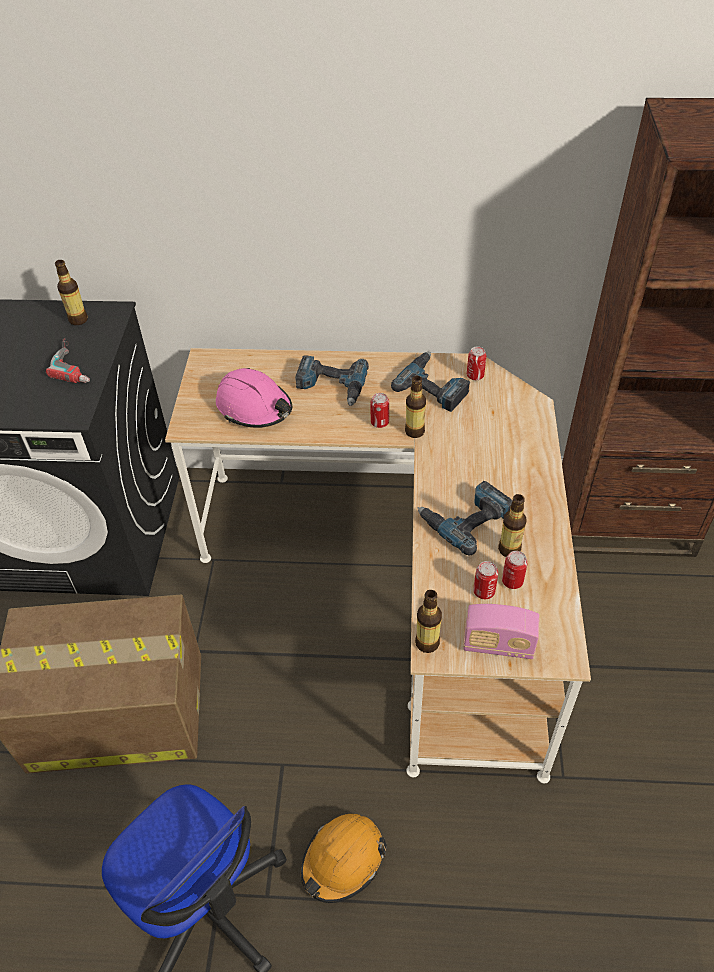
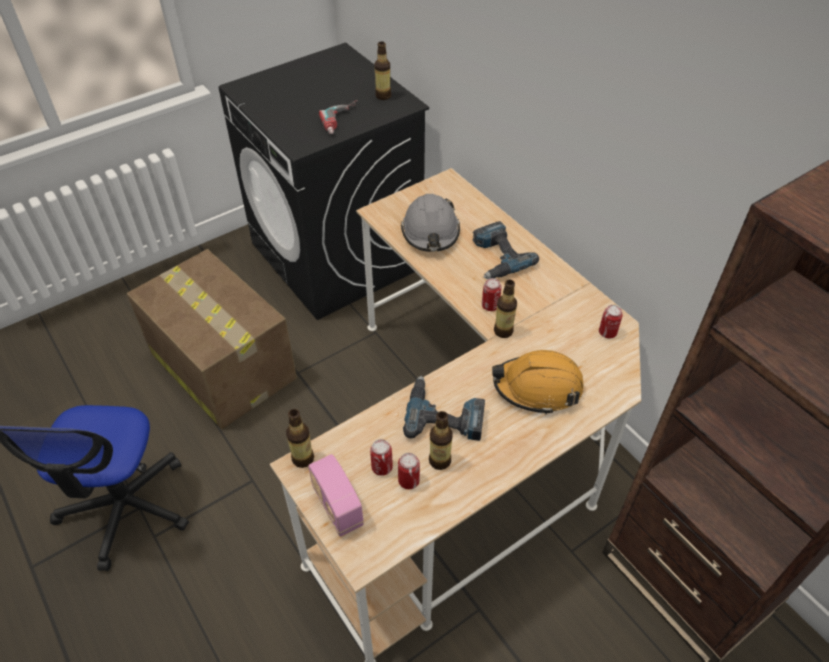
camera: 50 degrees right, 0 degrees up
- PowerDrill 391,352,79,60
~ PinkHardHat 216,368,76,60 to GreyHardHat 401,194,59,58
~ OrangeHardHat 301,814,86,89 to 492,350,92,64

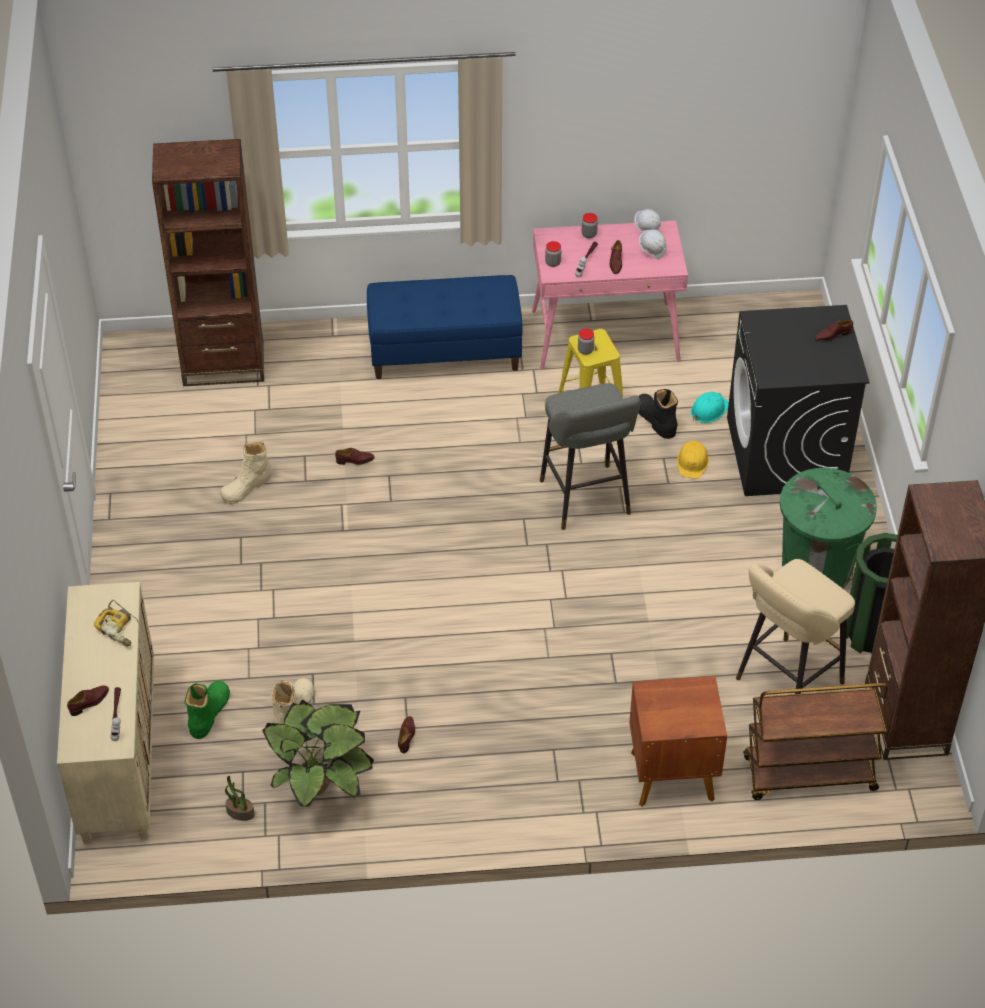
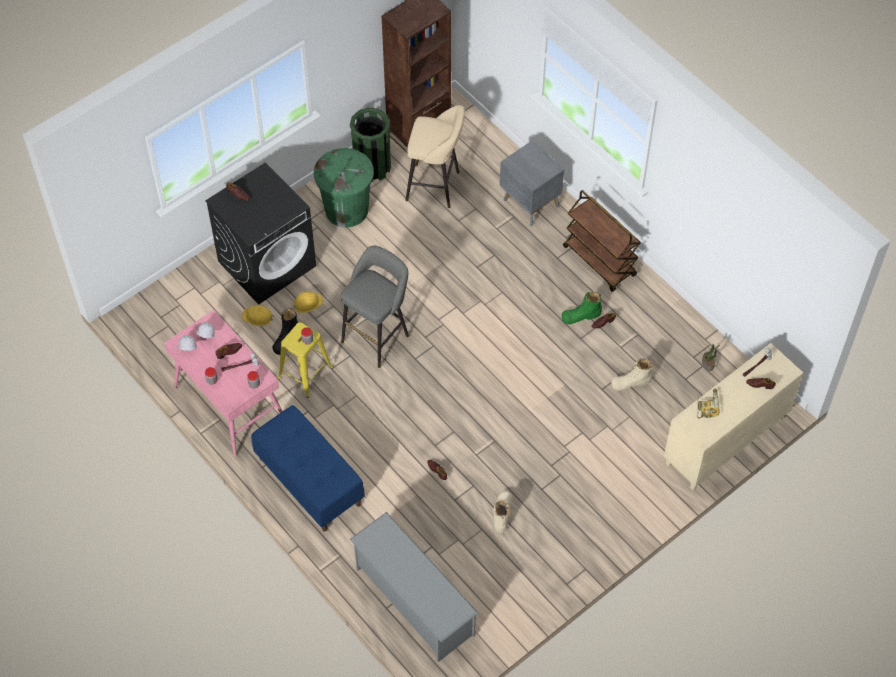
camera: 125 degrees left, 10 degrees up
~ BrownBookcase 152,139,112,247 to GreyShoeRack 350,512,128,150
~ TurquoiseHardHat 691,392,38,31 to YellowHardHat 242,305,32,21
~ BeigeBoot 220,441,51,63 = 493,491,20,42 90 degrees counterclockwise
~ BrownNightstand 629,676,98,131 to GreyNightstand 500,140,64,86
~ GreenBoot 185,681,45,58 to 562,292,40,32
~ BrownCart 743,683,145,117 to 563,190,78,102
- PottedPlant 262,699,112,108

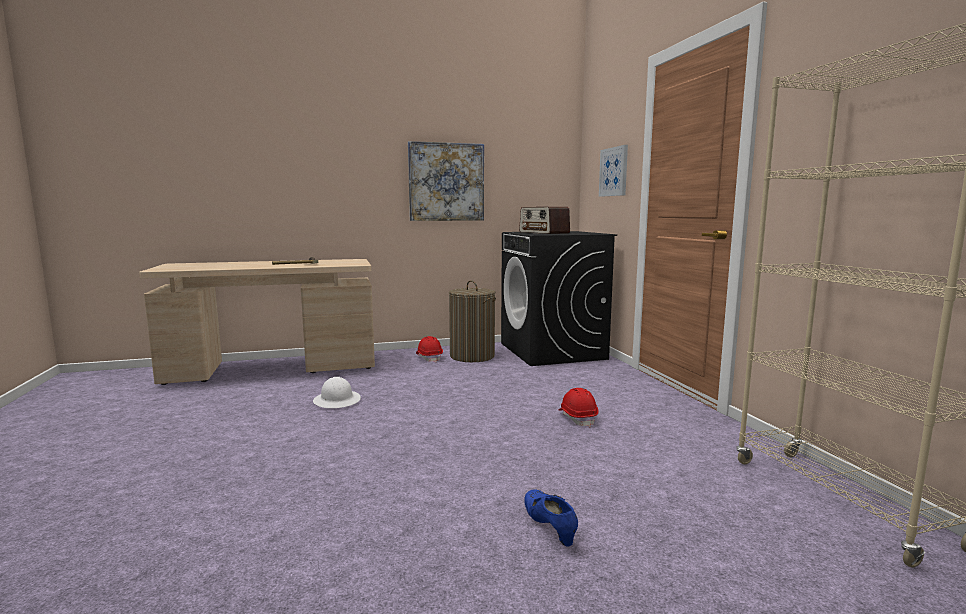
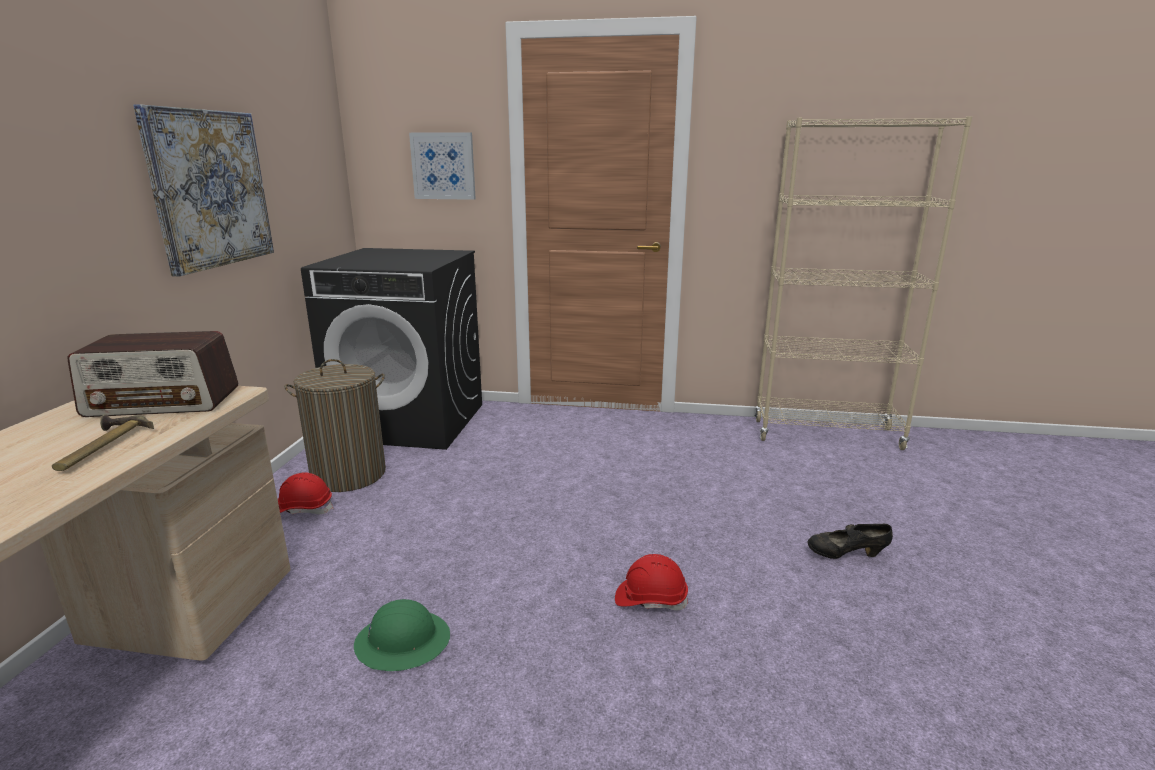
camera: 65 degrees left, 10 degrees up
~ Radio 519,207,51,27 to 68,331,170,86
~ WhiteHardHat 313,377,48,31 to GreenHardHat 354,599,96,72
~ RedHardHat 559,388,39,39 to 615,554,73,56
~ BlueShoe 524,489,54,58 to BlackShoe 808,524,85,35

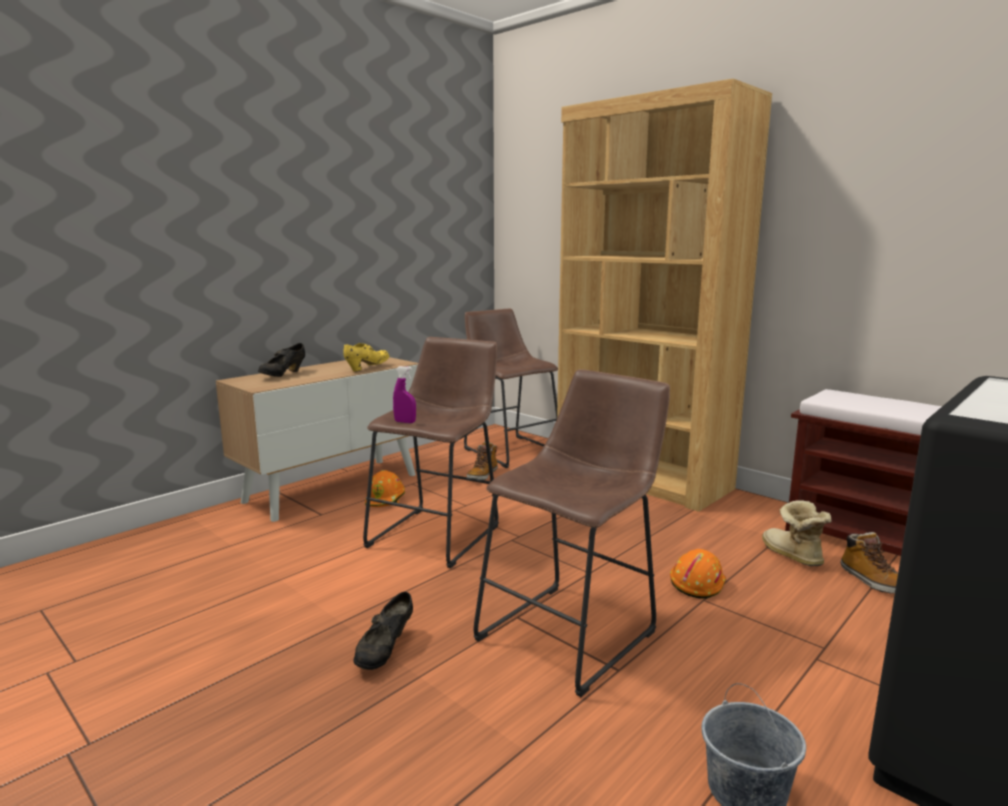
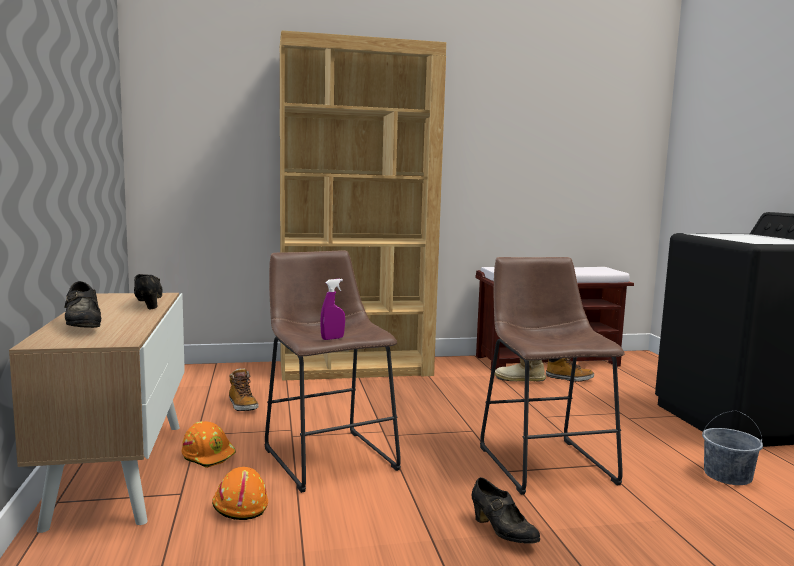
camera: 55 degrees left, 5 degrees down
- BrownStool 464,309,94,159
~ YellowShoe 343,343,46,29 to BlackShoe 134,274,29,35
~ OrangeHardHat 670,549,56,50 to 212,467,56,53

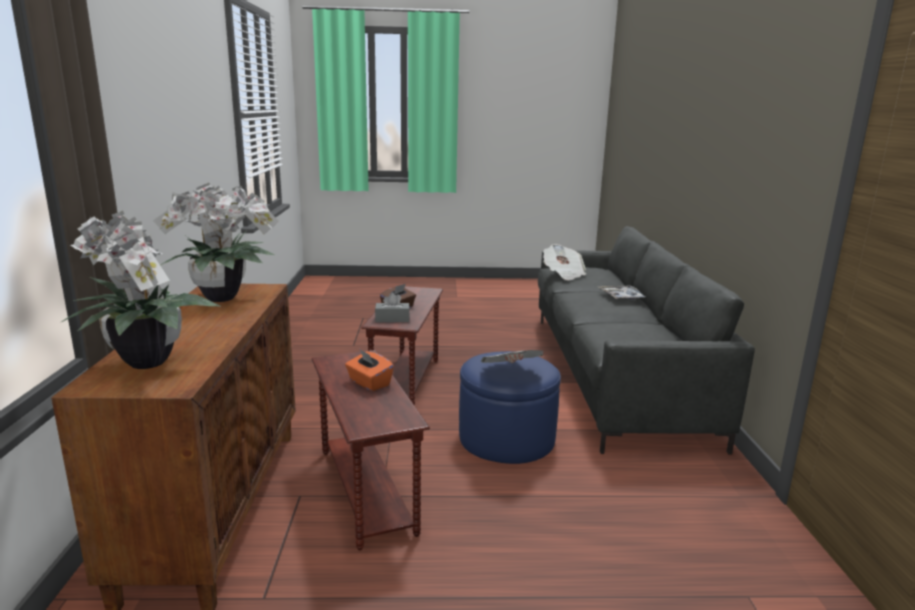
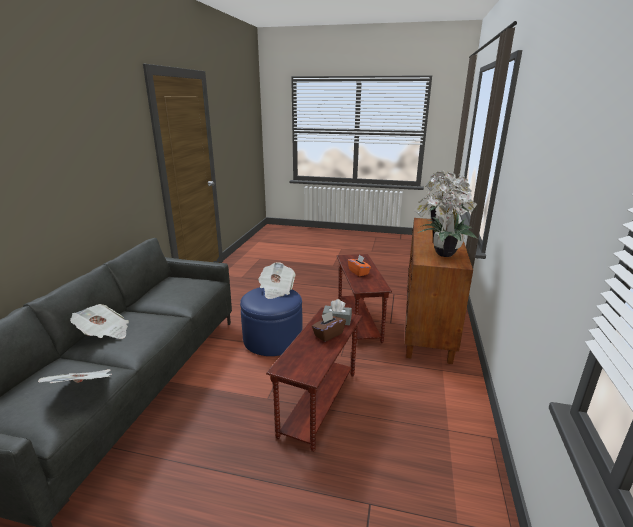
camera: 165 degrees left, 5 degrees up
~ Tray 598,286,48,14 to Newspaper 70,304,59,35

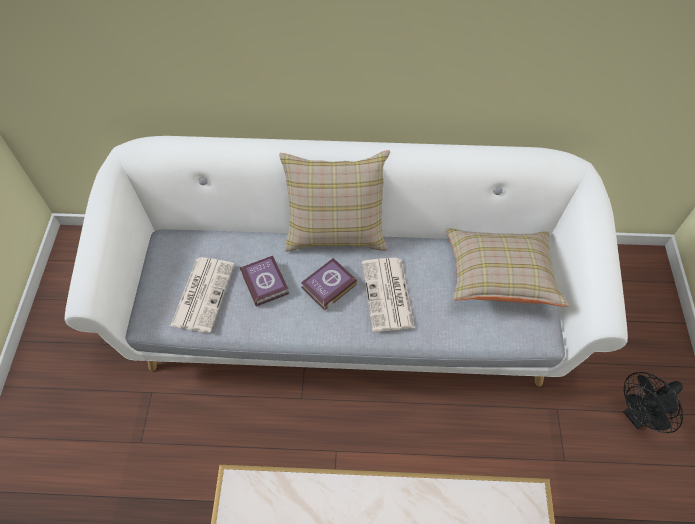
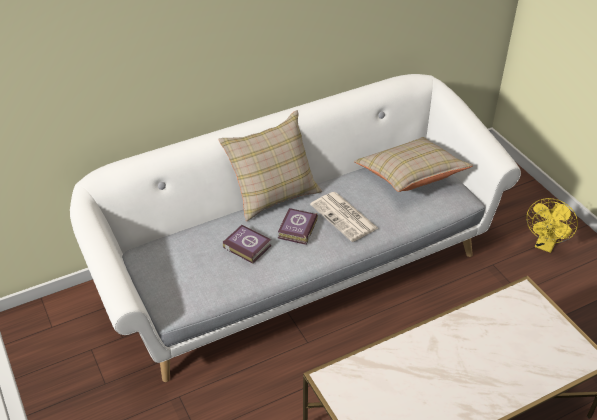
camera: 30 degrees left, 15 degrees down
- Newspaper 170,257,65,76
~ BlackFan 623,372,60,61 to YellowFan 526,198,52,55

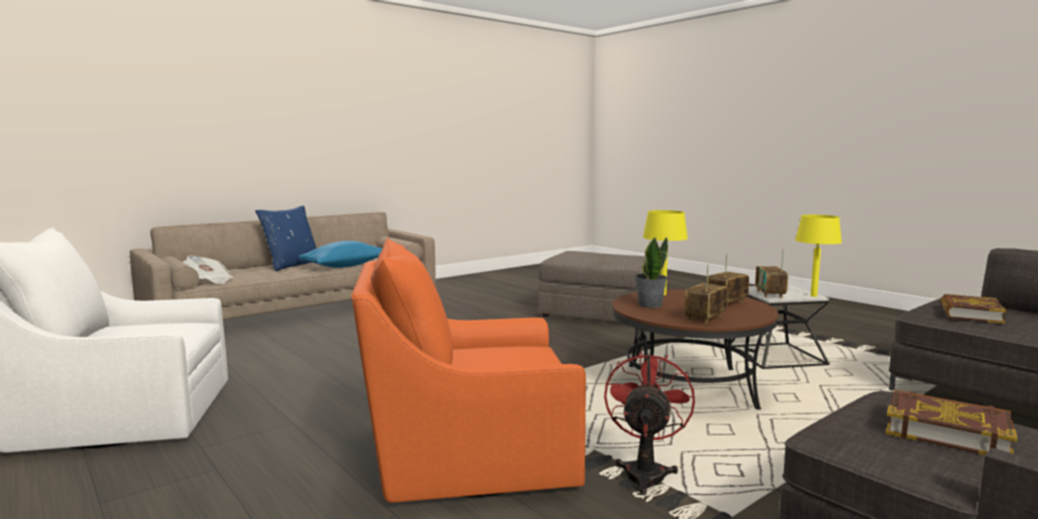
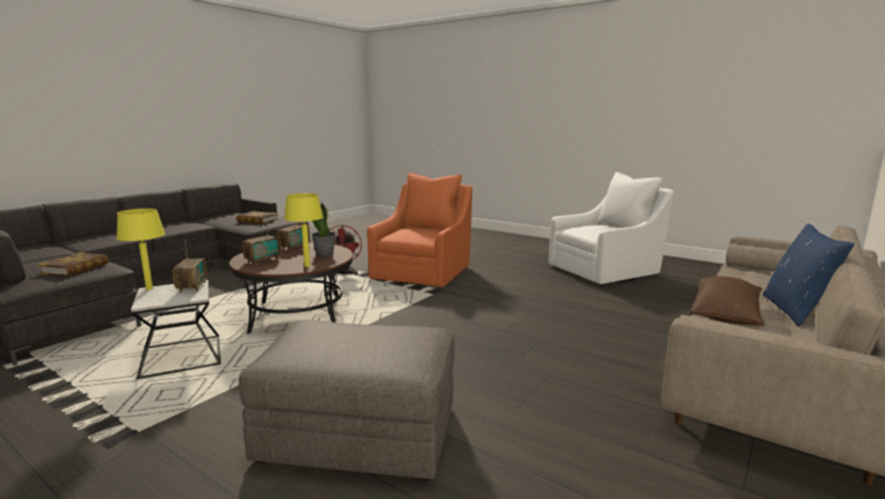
camera: 165 degrees right, 5 degrees up
~ OrangeArmchair 351,238,235,265 = 367,173,105,114 45 degrees counterclockwise
~ BluePillow 299,241,83,27 to BrownPillow 690,276,75,50
- Newspaper 183,256,50,28

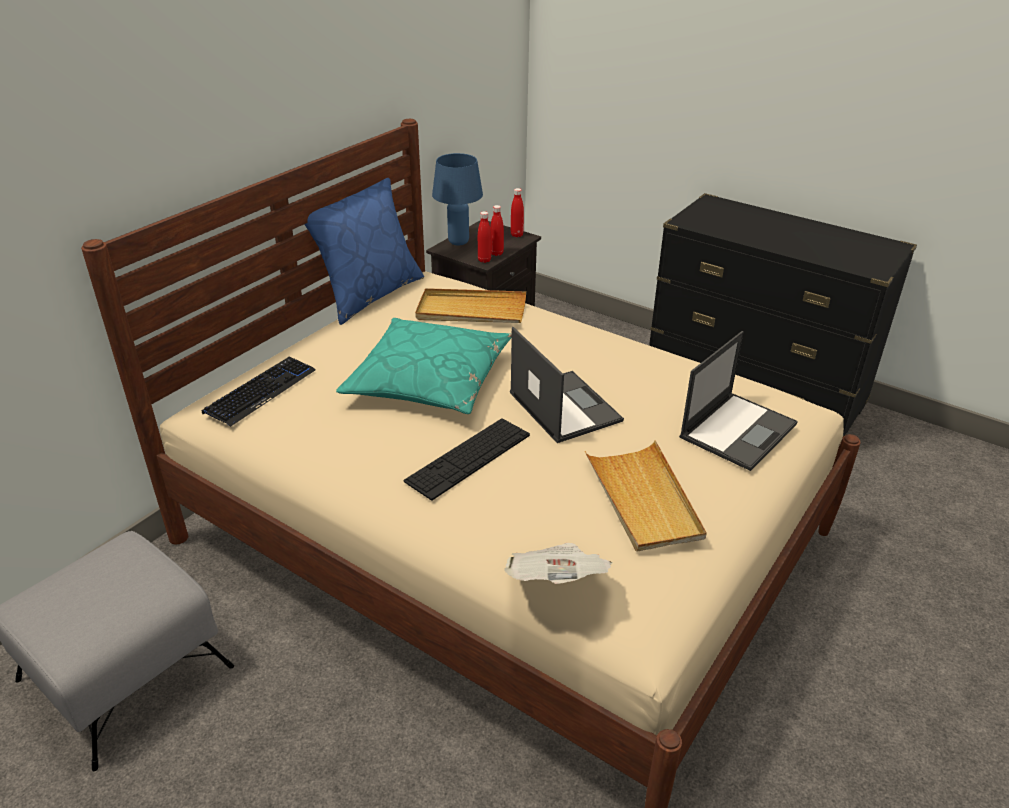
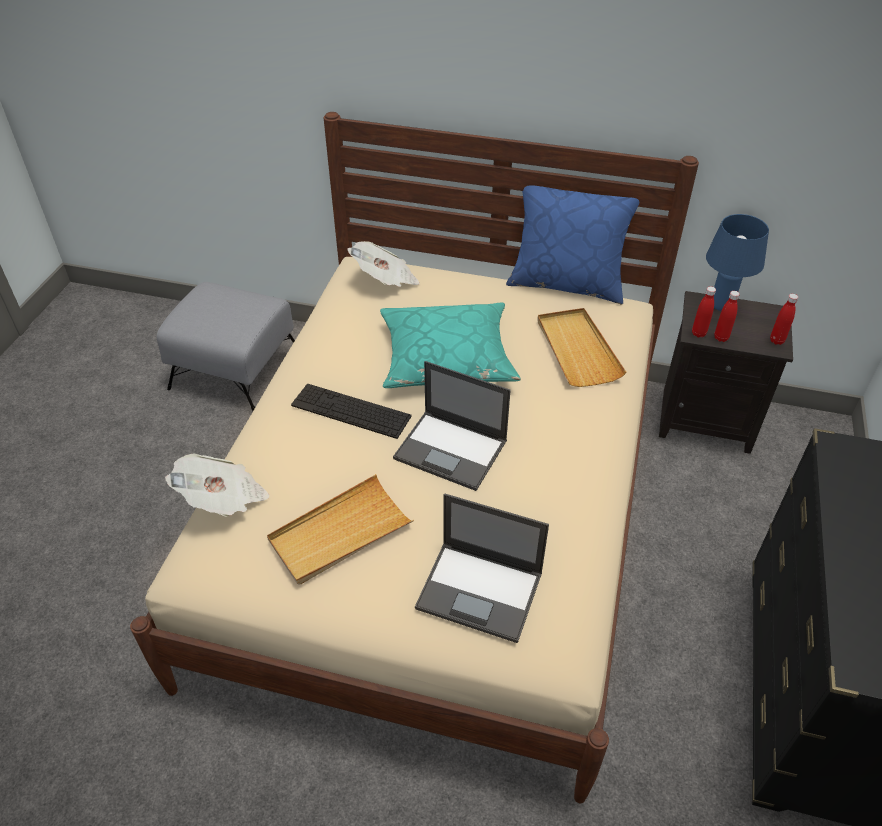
camera: 70 degrees right, 10 degrees up
~ Laptop 510,327,114,116 = 393,361,118,130 75 degrees clockwise
~ Keyboard 202,357,114,70 to Newspaper 347,241,73,46

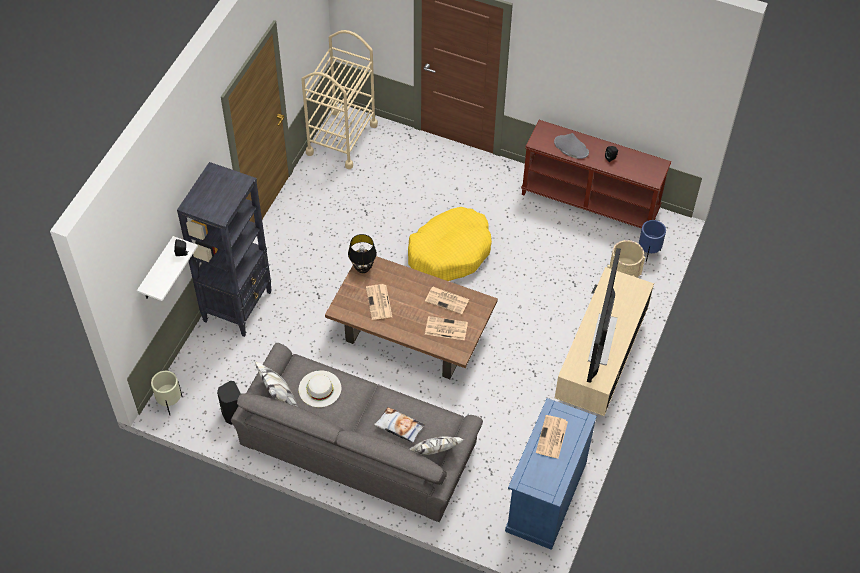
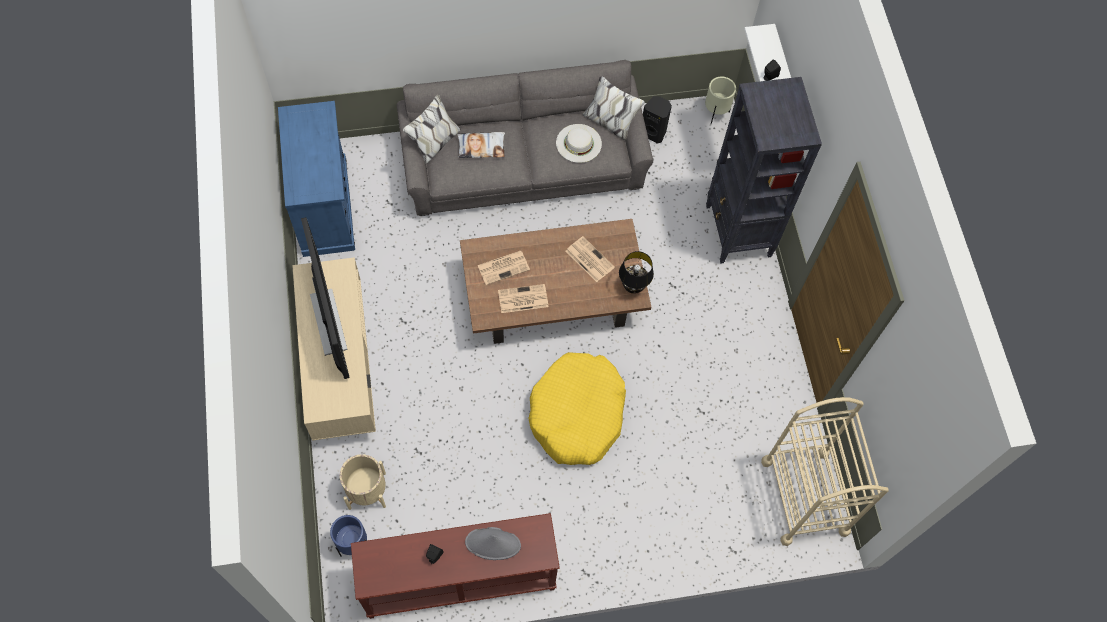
camera: 145 degrees right, 10 degrees up
- Newspaper 536,415,32,44

